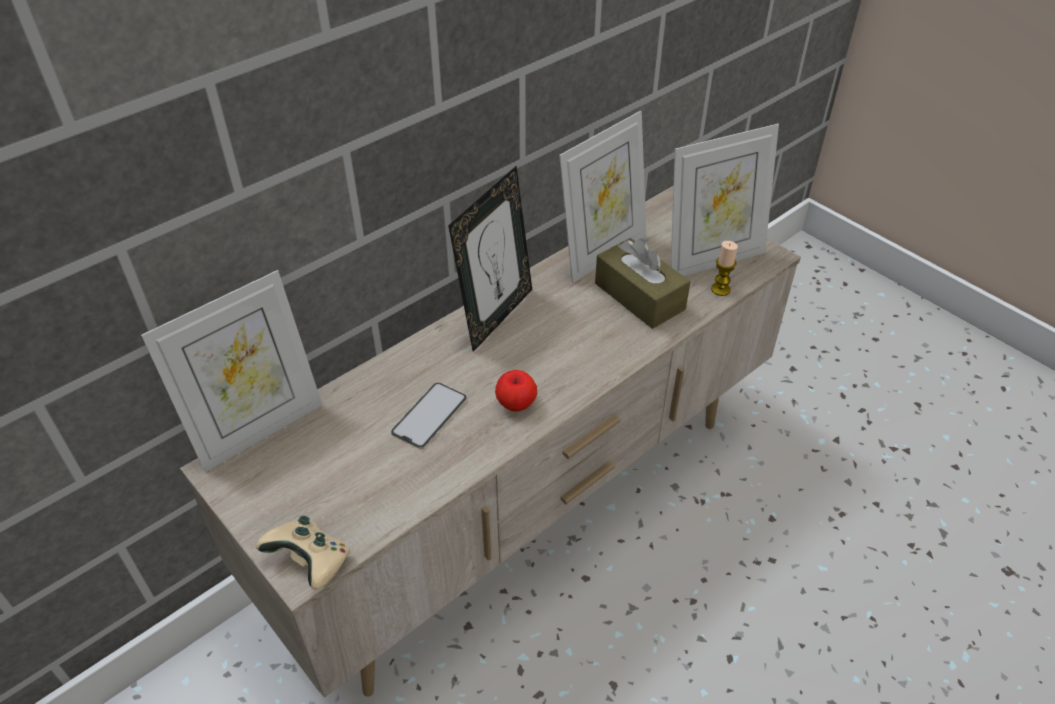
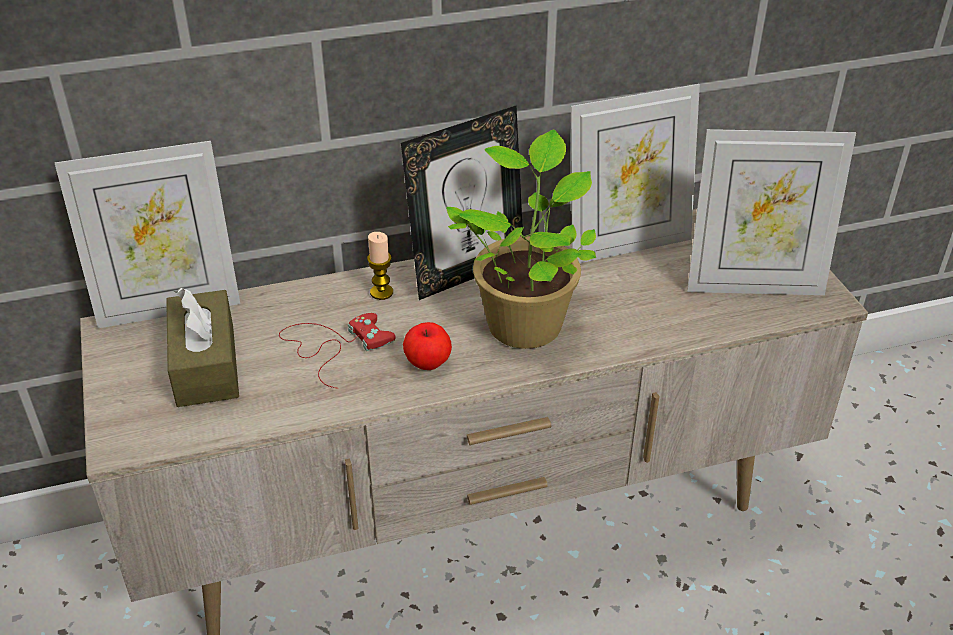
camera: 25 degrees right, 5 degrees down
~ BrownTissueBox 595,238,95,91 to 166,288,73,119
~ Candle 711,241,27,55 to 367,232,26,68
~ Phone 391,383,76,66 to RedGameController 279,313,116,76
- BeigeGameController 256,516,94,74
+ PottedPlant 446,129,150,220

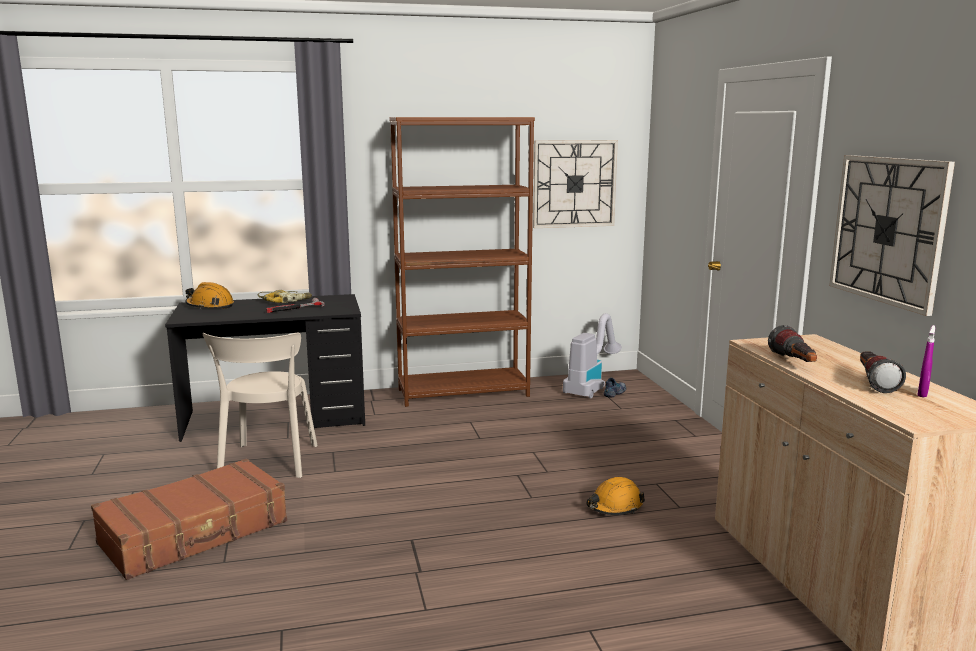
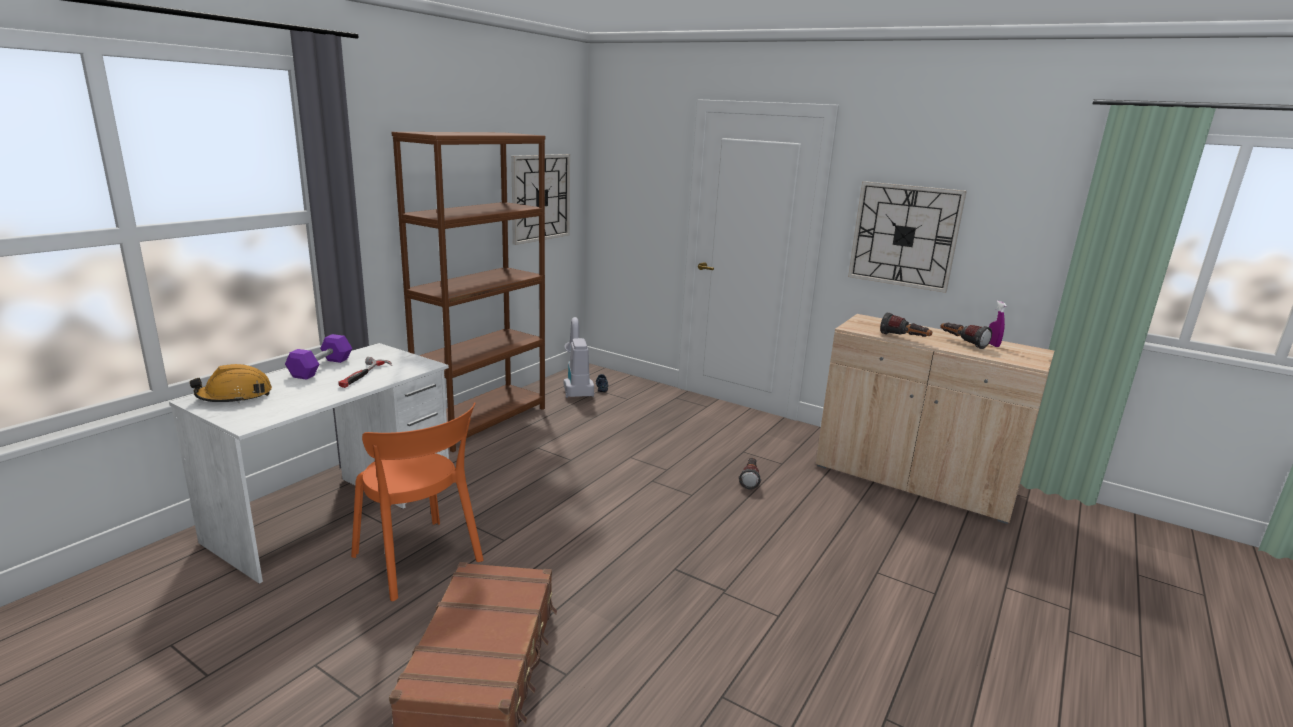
camera: 45 degrees left, 5 degrees up
~ PowerDrill 257,290,55,13 to PurpleDumbbell 285,334,67,46
~ BlackDesk 165,294,200,148 to WhiteDesk 169,343,280,241
~ BeigeChair 202,333,116,145 to OrangeChair 351,403,133,198
~ OrangeHardHat 586,477,59,38 to Flashlight 739,458,22,31

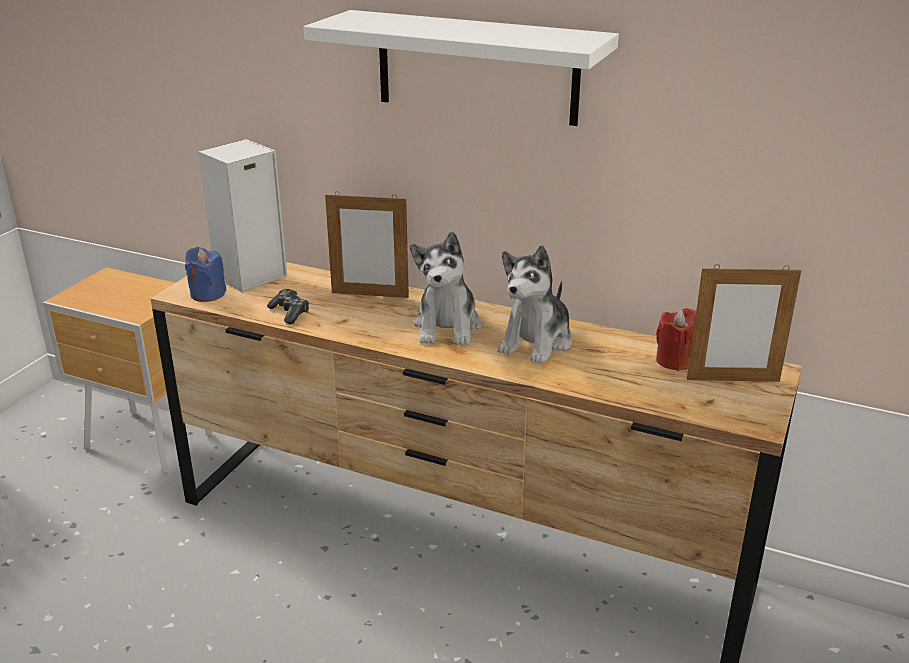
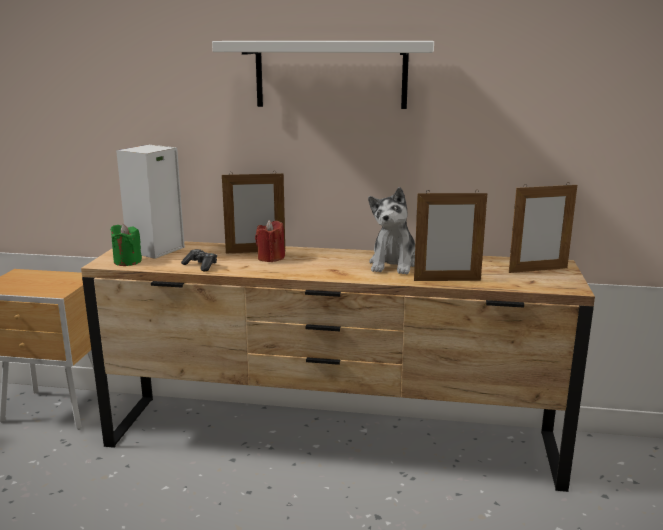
camera: 15 degrees left, 10 degrees down
- PlushToy 410,232,71,113
~ BlueCandle 185,247,41,55 to GreenCandle 111,224,31,42
~ RedCandle 656,308,40,63 to 255,220,30,42
+ PictureFrame 414,190,73,91

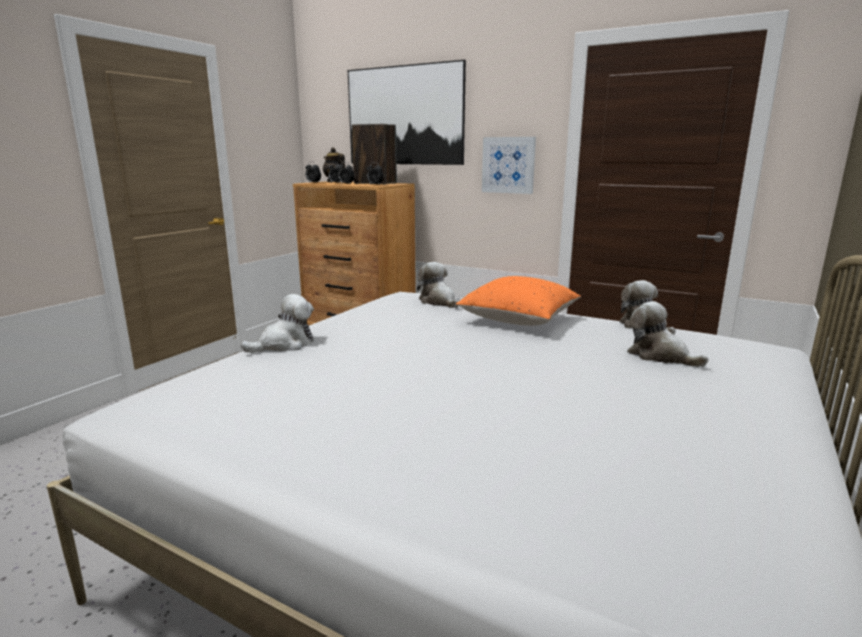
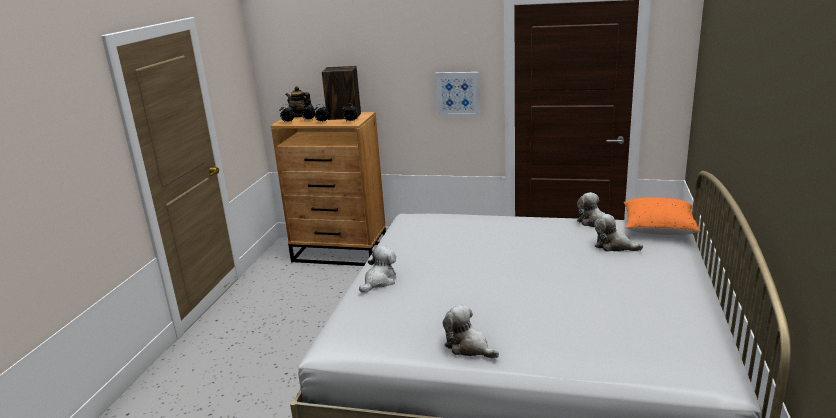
camera: 15 degrees left, 5 degrees up
- Picture 348,60,118,105
~ PlushToy 417,262,41,46 to 443,305,56,54
~ OrangePillow 456,276,125,50 to 624,197,77,38

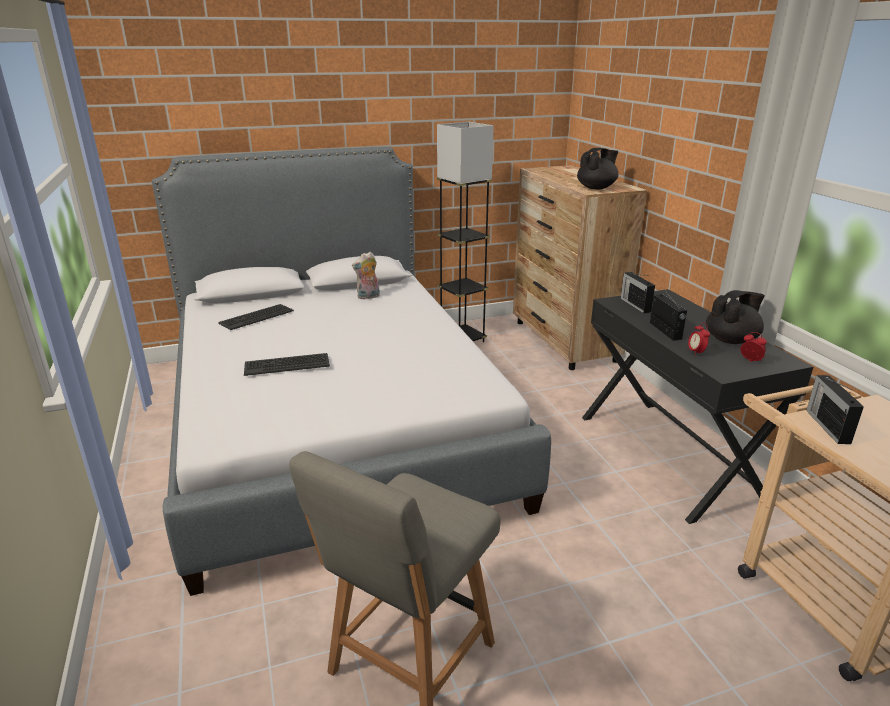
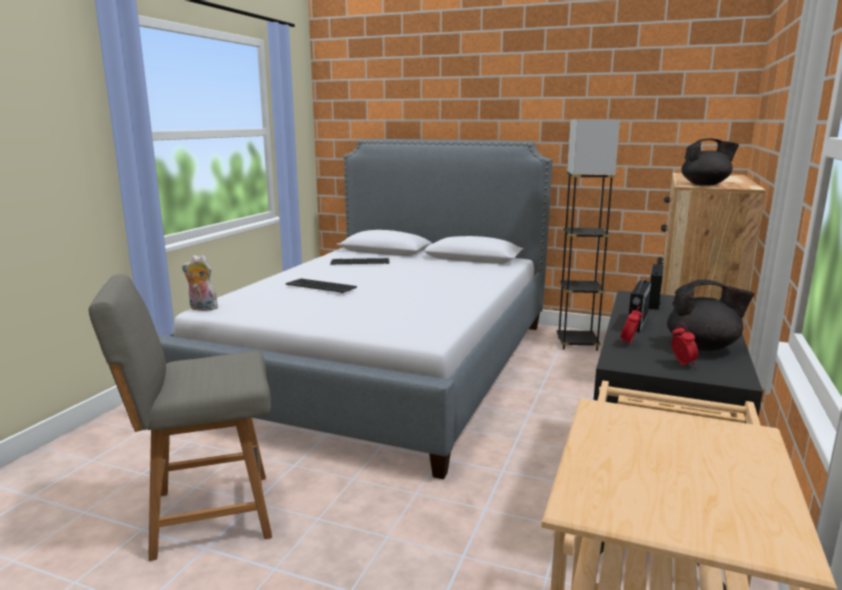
camera: 40 degrees right, 10 degrees down
~ PlushToy 352,252,28,47 to 182,255,36,56
- Radio 806,375,58,69

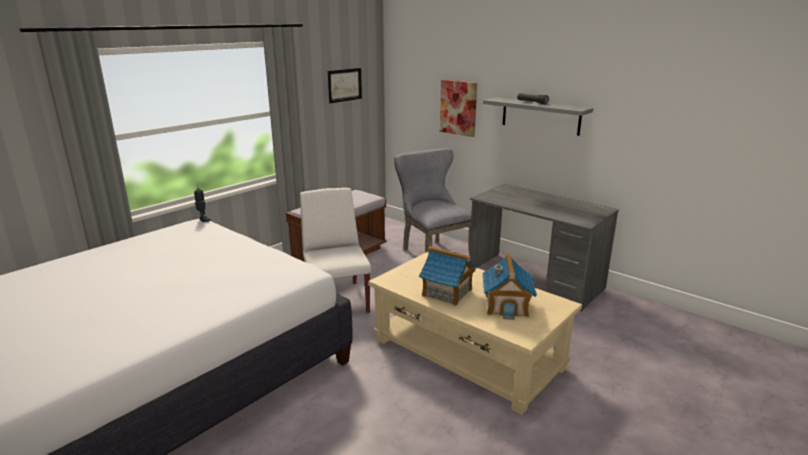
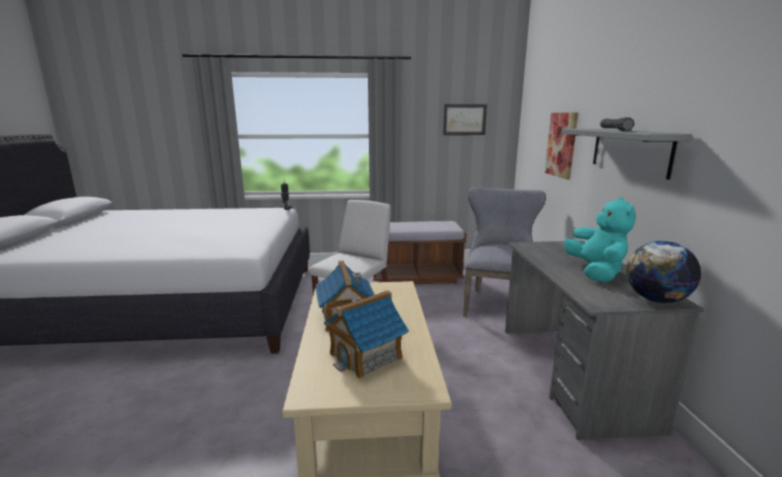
camera: 45 degrees right, 5 degrees down
+ TurquoisePlushToy 564,197,71,86
+ Globe 627,241,74,62

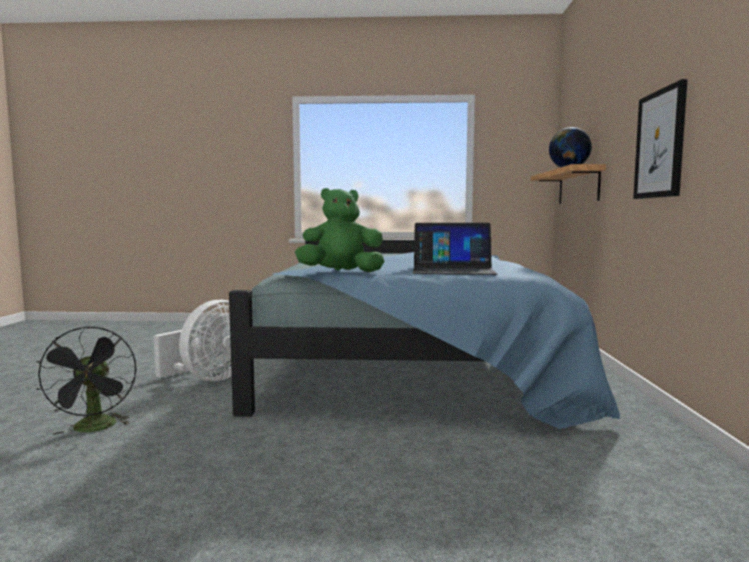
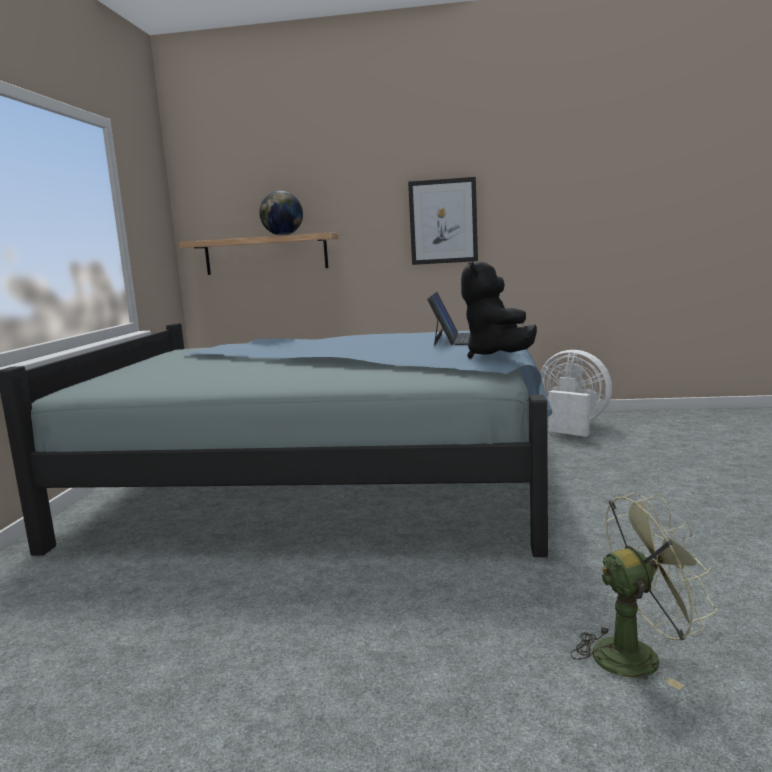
camera: 85 degrees left, 5 degrees up
~ GreenPlushToy 295,188,89,84 to BlackPlushToy 461,261,76,98
~ WhiteFan 154,300,78,81 to 540,350,72,87
~ BlackFan 36,326,100,109 to GreenFan 570,493,147,197

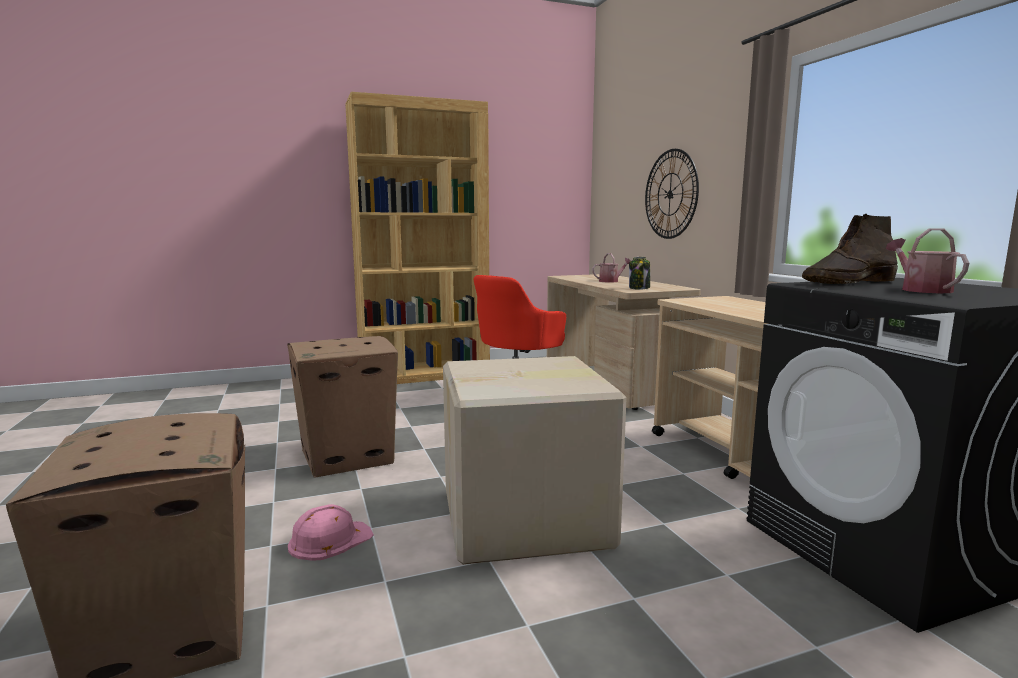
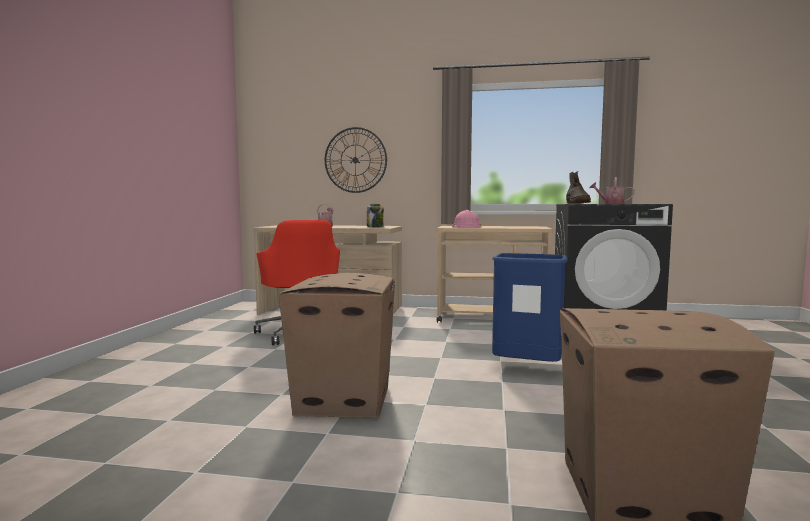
camera: 60 degrees left, 5 degrees down
- BrownBookcase 345,92,145,292
~ CardboardBox 443,356,184,209 to BlueTrashCan 492,253,76,109
~ PinkHardHat 288,504,86,57 to 452,210,30,18

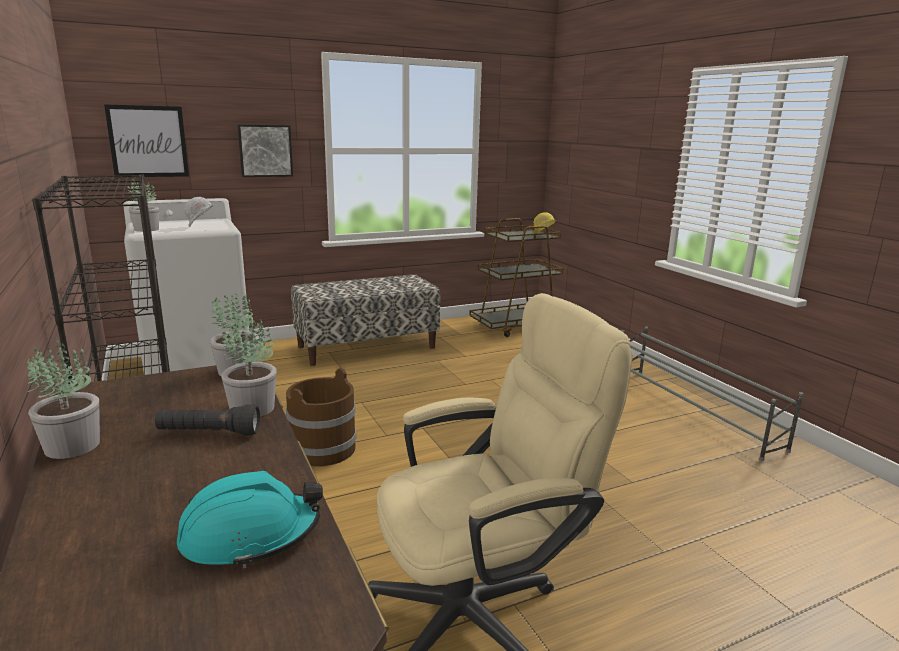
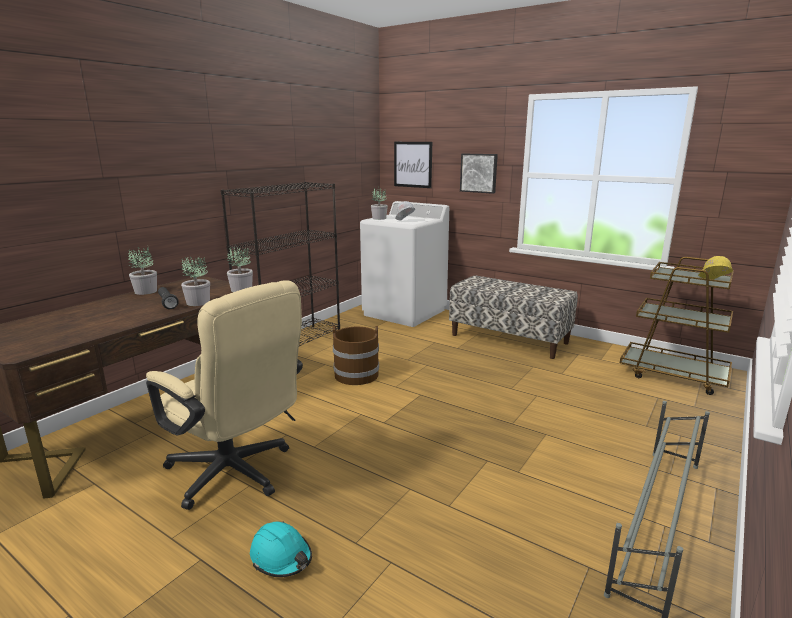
camera: 60 degrees right, 0 degrees up
~ TurquoiseHardHat 177,471,146,98 to 250,521,62,57

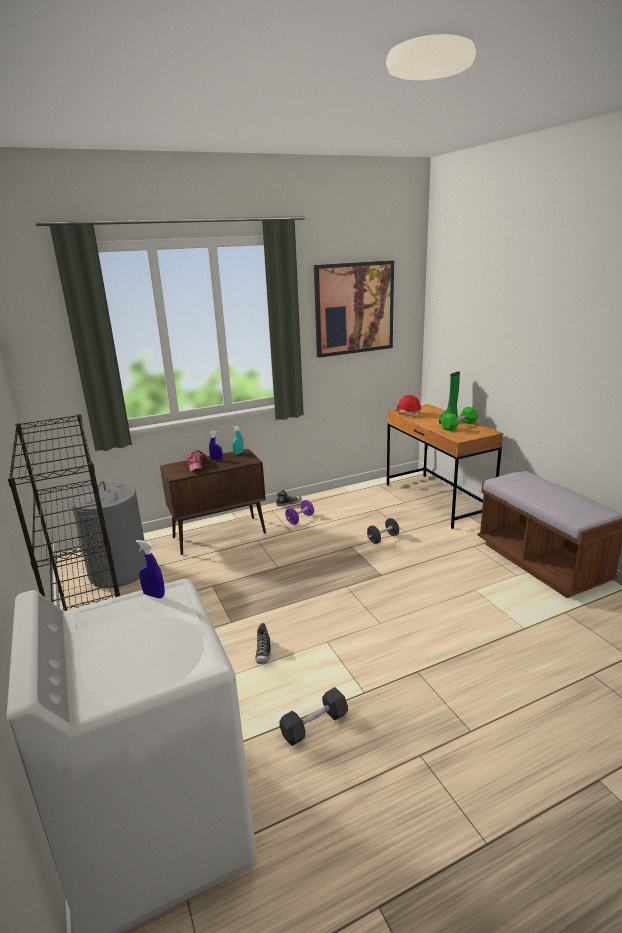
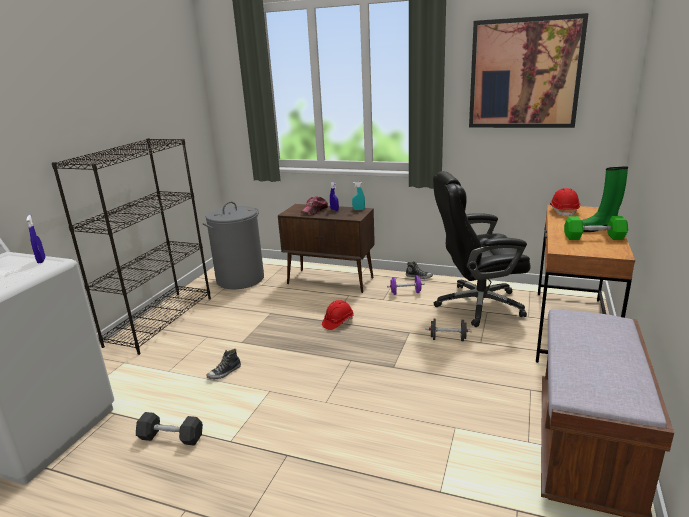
camera: 45 degrees right, 0 degrees up
+ BlackOfficeChair 433,171,98,156
+ RedHardHat 322,300,32,30

